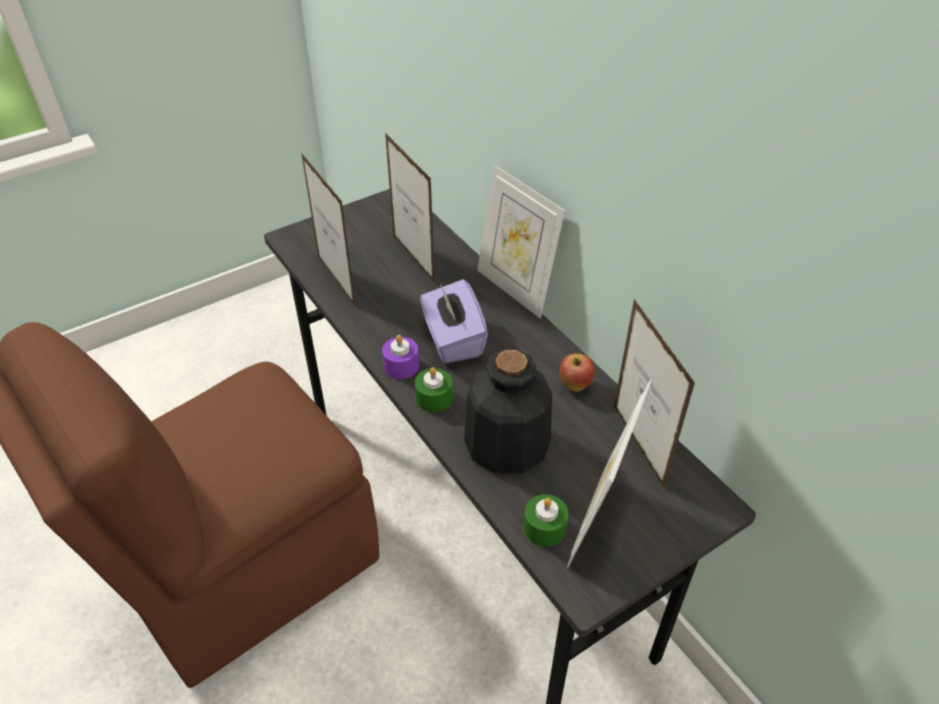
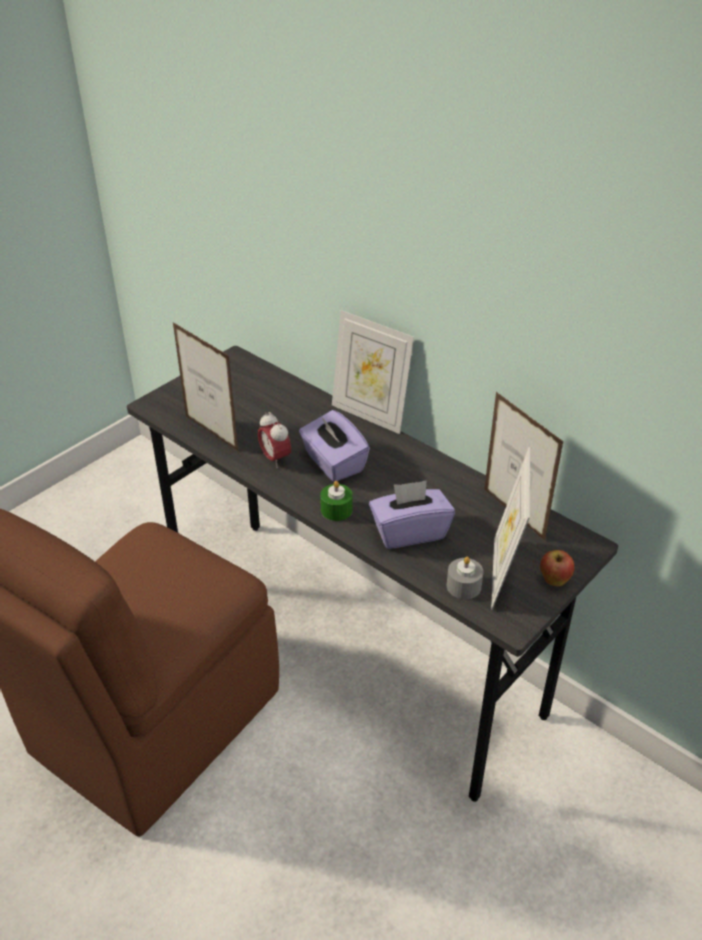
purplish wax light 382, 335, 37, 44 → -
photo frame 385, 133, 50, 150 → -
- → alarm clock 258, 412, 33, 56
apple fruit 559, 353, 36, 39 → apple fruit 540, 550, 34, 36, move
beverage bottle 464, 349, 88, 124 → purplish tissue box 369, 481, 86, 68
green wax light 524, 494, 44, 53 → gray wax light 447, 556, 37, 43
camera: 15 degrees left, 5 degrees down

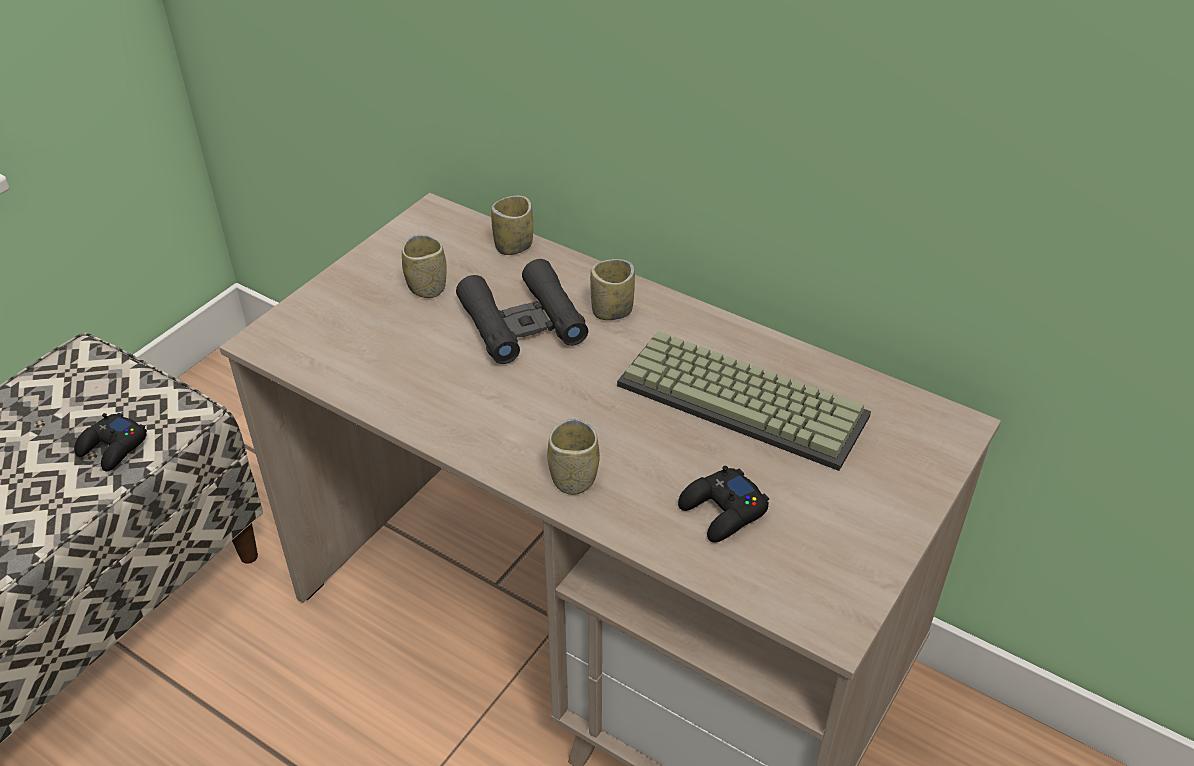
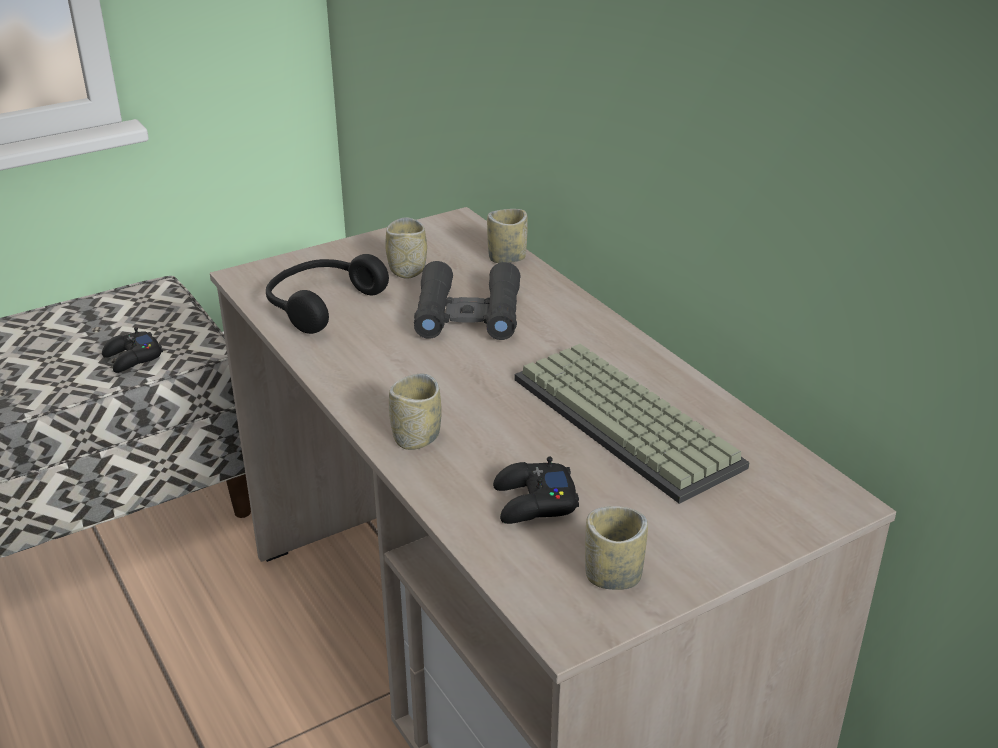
- → blackish headphones 266, 254, 123, 80
small cup 590, 259, 45, 61 → small cup 585, 506, 63, 84, move
camera: 25 degrees right, 10 degrees down

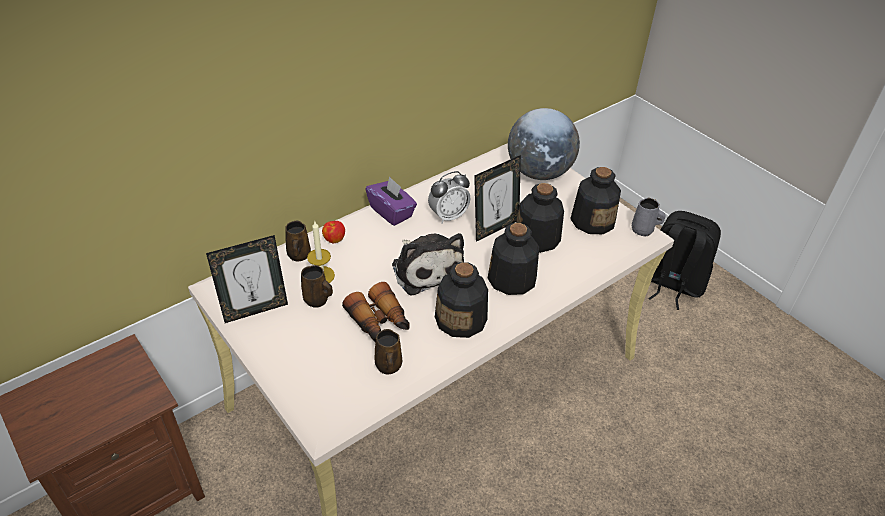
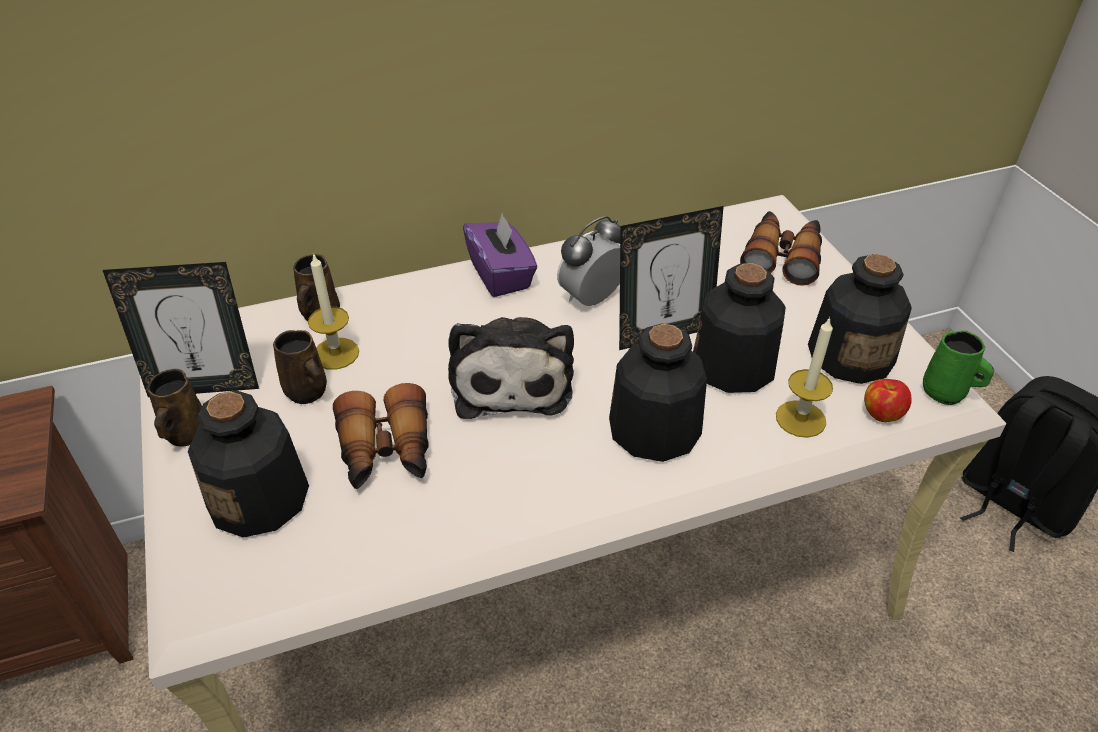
- → wax light 776, 317, 57, 121
apple fruit 322, 221, 23, 22 → apple fruit 864, 379, 48, 43, move
brown coffee mug 374, 329, 28, 45 → brown coffee mug 147, 369, 55, 78, move
beverage bottle 435, 262, 53, 76 → beverage bottle 188, 390, 121, 148, move
globe 508, 108, 72, 72 → pair of binoculars 740, 211, 82, 75
gray coffee mug 632, 198, 34, 38 → green coffee mug 923, 331, 71, 74
alarm clock 428, 171, 42, 52 → alarm clock 557, 216, 63, 90, 150 degrees clockwise
camera: 20 degrees right, 0 degrees up

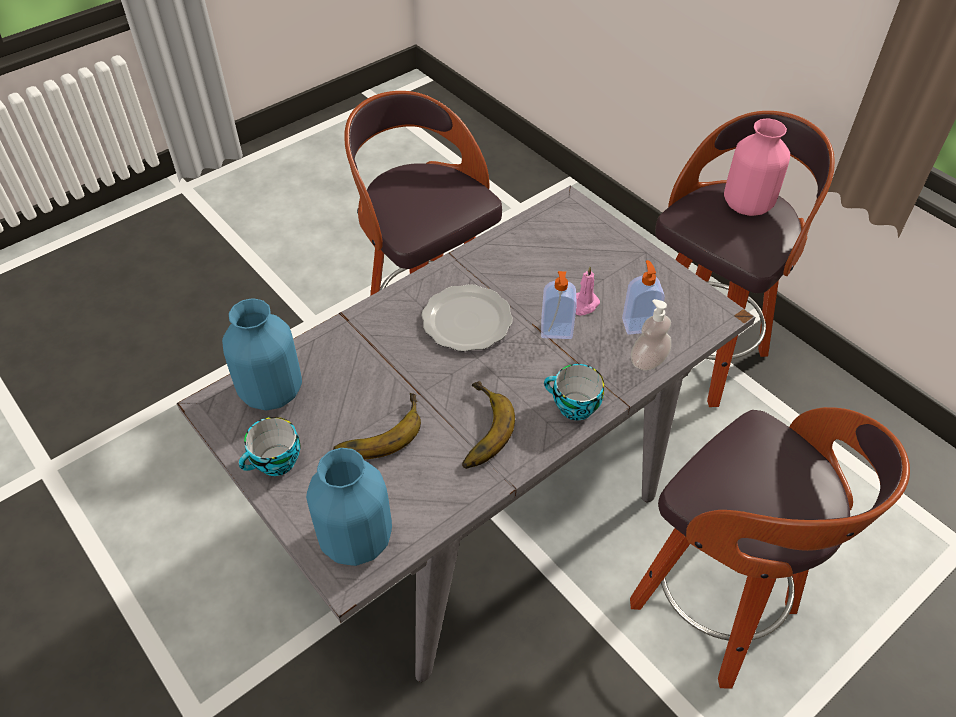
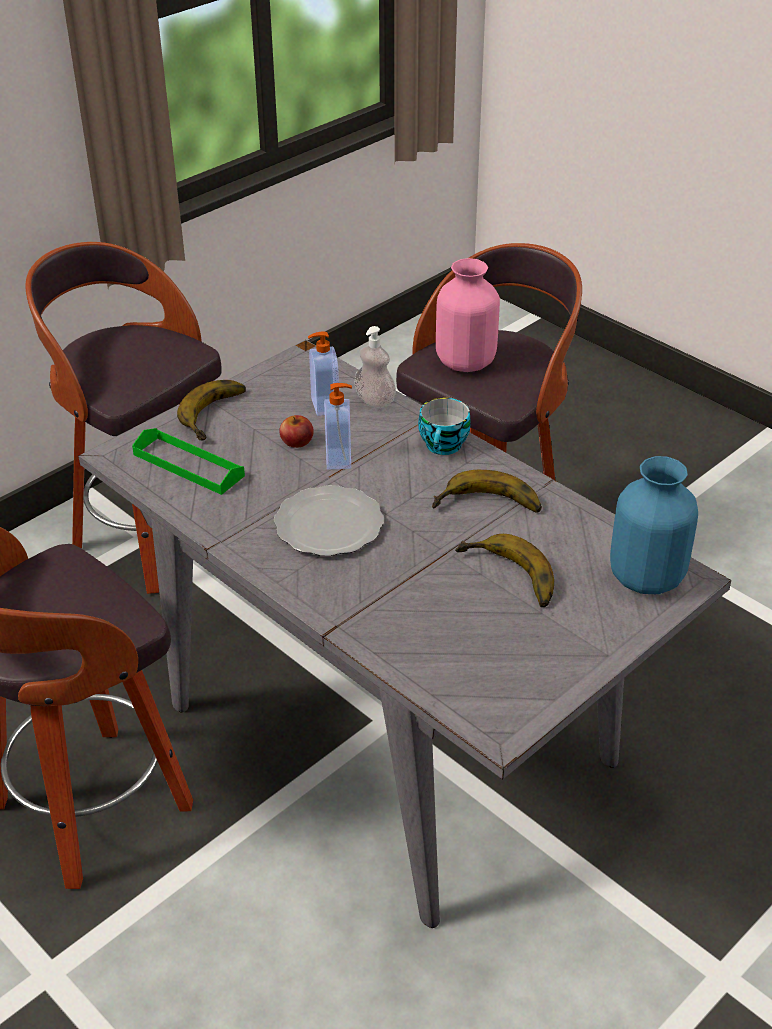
bluish flower vase 222, 298, 80, 112 → -
small cup 239, 417, 61, 59 → -
- → green tray 132, 428, 113, 67
- → banana 177, 380, 69, 60
pink-coloured flower vase 724, 118, 66, 98 → pink-coloured flower vase 436, 258, 64, 114, move
pink-coloured wax light 576, 266, 24, 50 → apple fruit 279, 415, 35, 33
camera: 95 degrees left, 10 degrees down

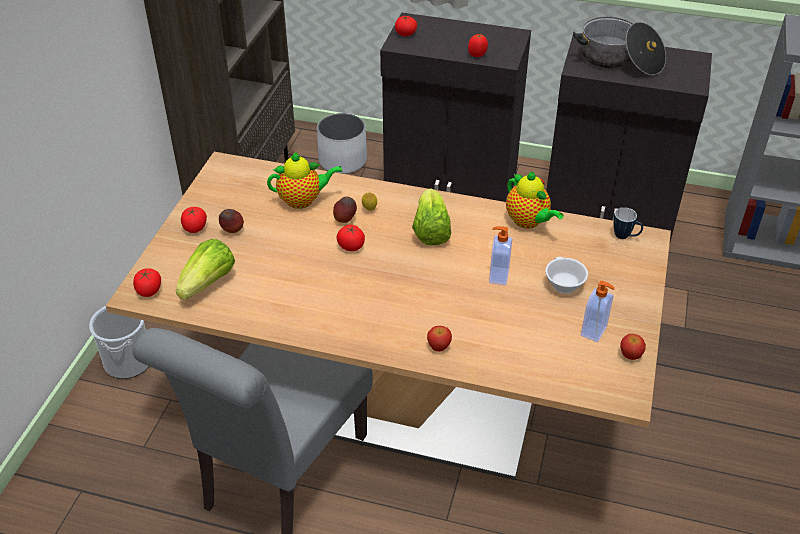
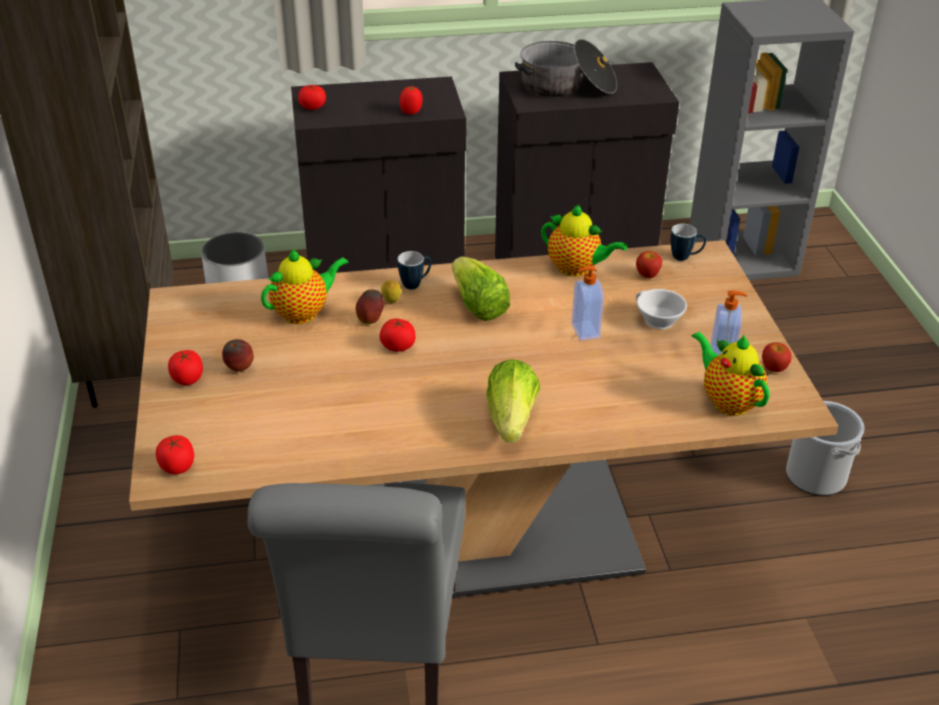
- → coffee mug 398, 251, 33, 39
- → pot for tea 692, 332, 78, 84
pail 89, 306, 60, 73 → pail 786, 401, 79, 95, move
lettuce 176, 239, 59, 61 → lettuce 486, 359, 54, 84, move
apple fruit 427, 326, 25, 26 → apple fruit 636, 251, 26, 27, move
camera: 25 degrees left, 5 degrees down

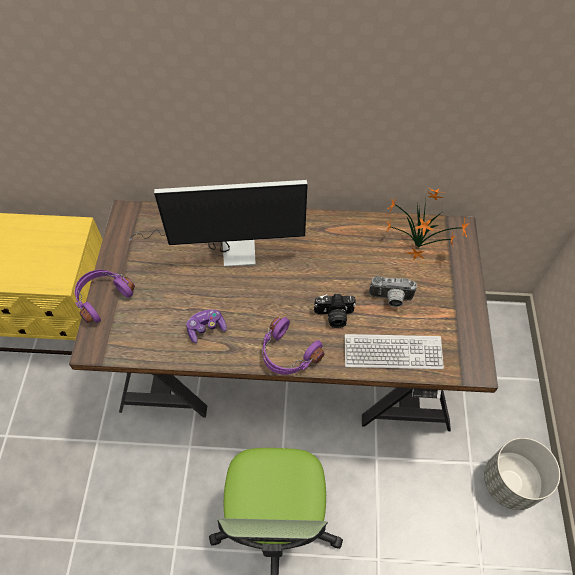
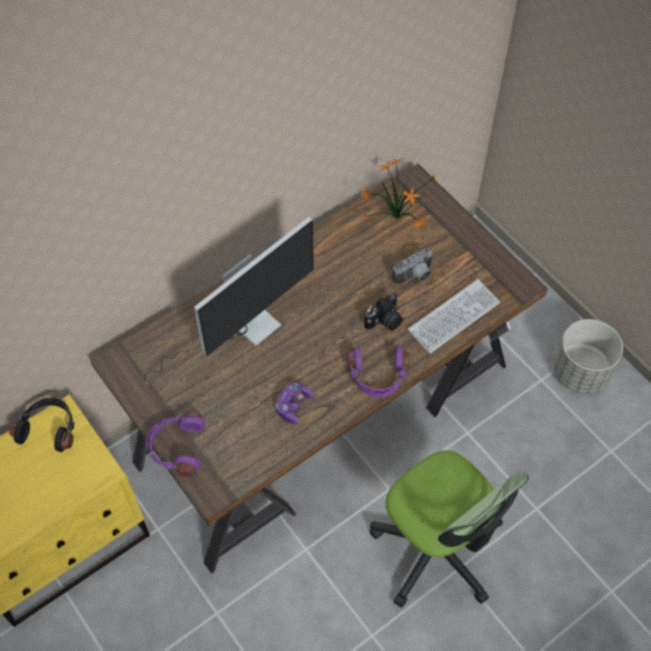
- → blackish headphones 9, 397, 66, 55
camera: 40 degrees left, 0 degrees up

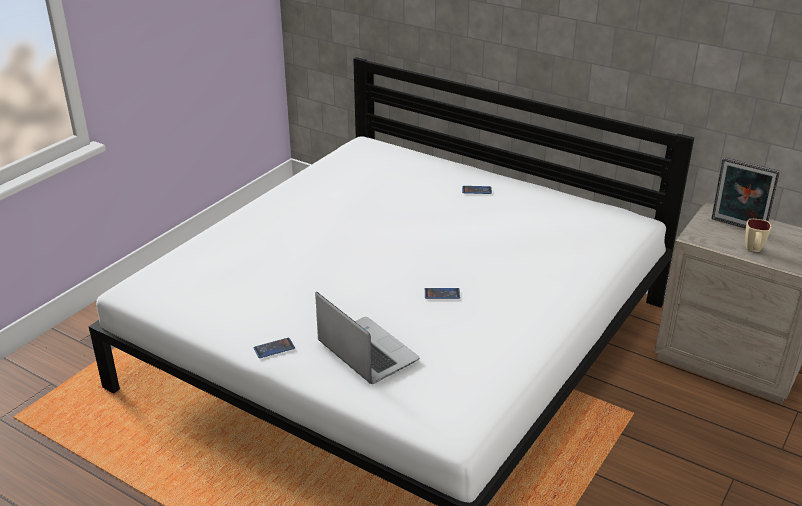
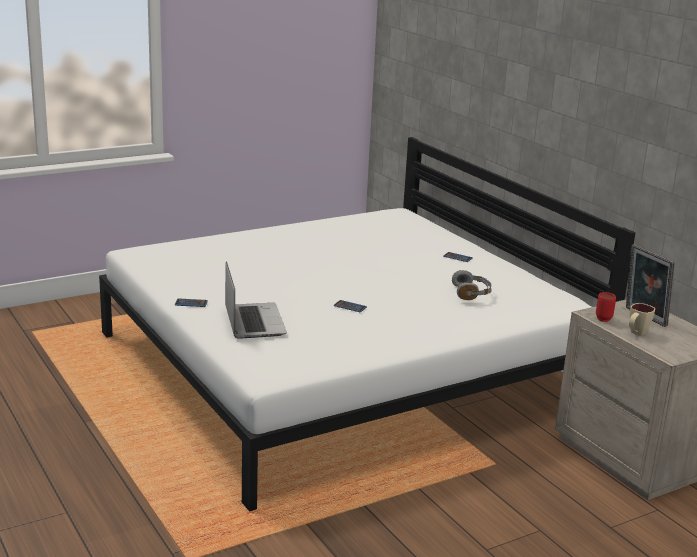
- → gray headphones 452, 270, 40, 30
- → red-coloured coffee mug 596, 292, 20, 30
camera: 25 degrees right, 10 degrees down

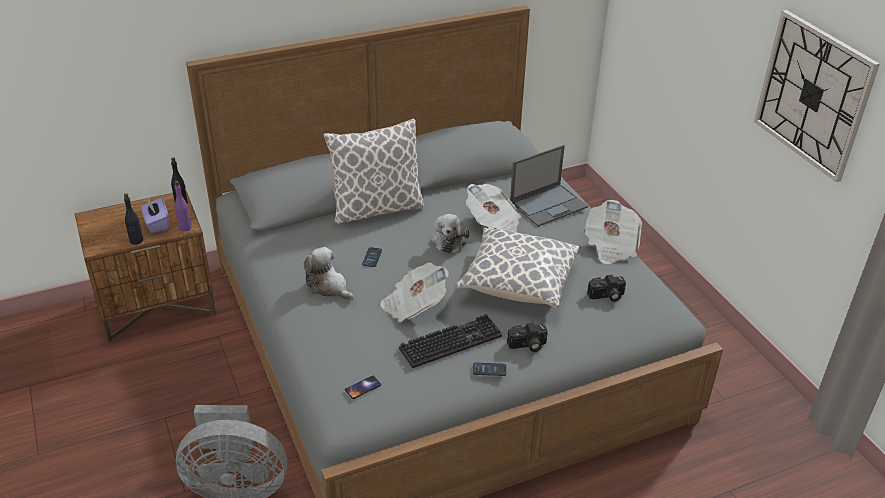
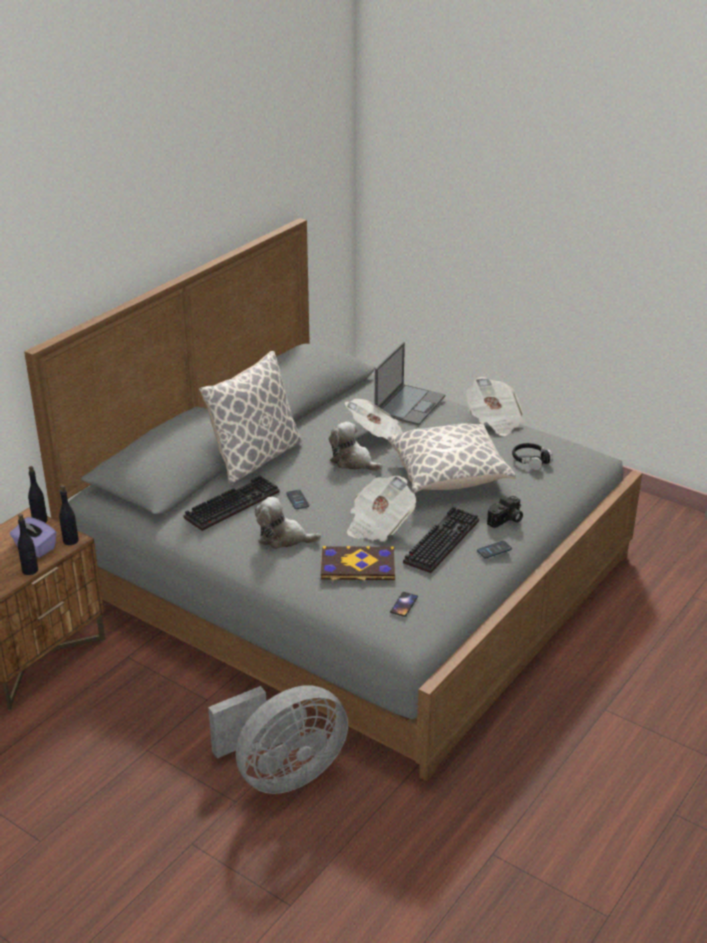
clock on the wall 754, 10, 126, 172 → -
- → keyboard 183, 475, 97, 56
- → volume 321, 546, 74, 35
still camera 587, 275, 39, 27 → blackish headphones 512, 443, 41, 27
purplish beverage bottle 174, 181, 18, 51 → blackish beverage bottle 59, 485, 20, 60
cuddly toy 432, 214, 38, 39 → cuddly toy 329, 421, 54, 50, 150 degrees clockwise
camera: 30 degrees left, 5 degrees down

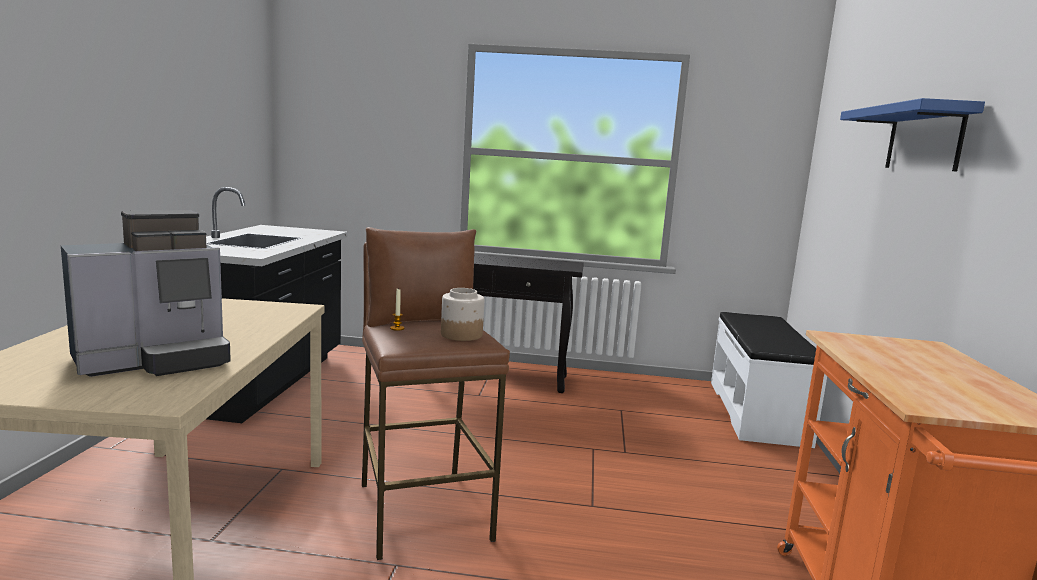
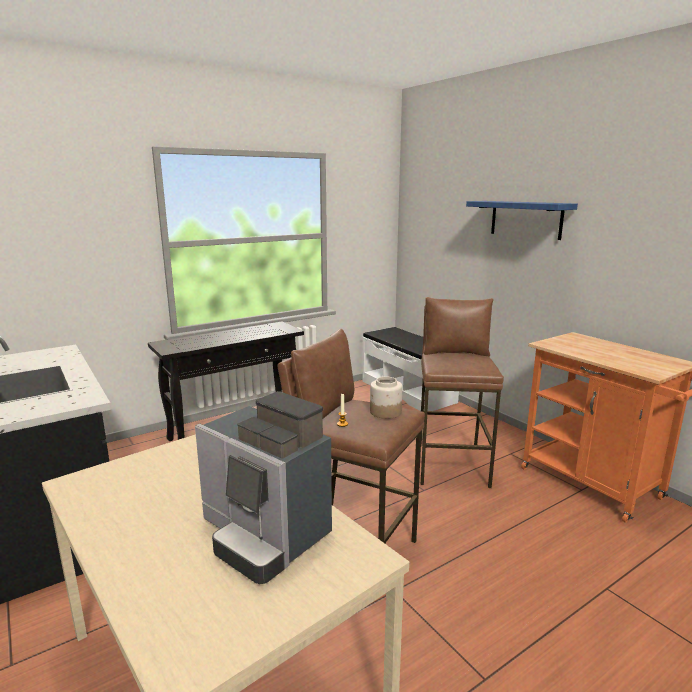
- → brown stool seat 421, 297, 83, 191
coffee maker 61, 210, 170, 167 → coffee maker 195, 391, 137, 193, 120 degrees clockwise
camera: 40 degrees left, 5 degrees up

